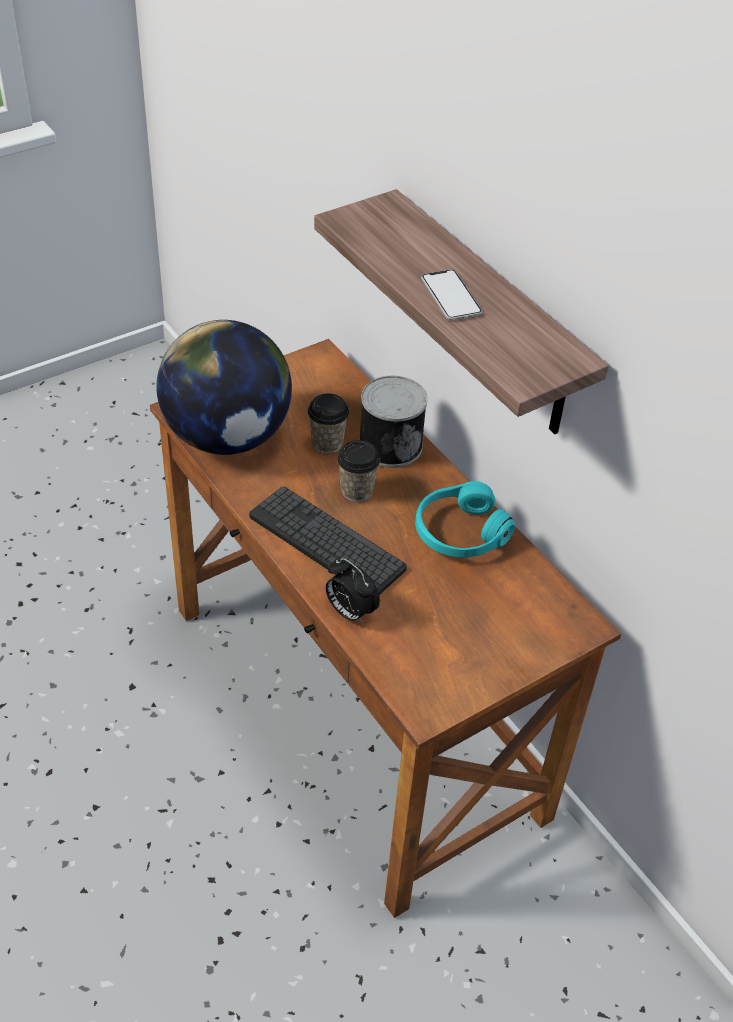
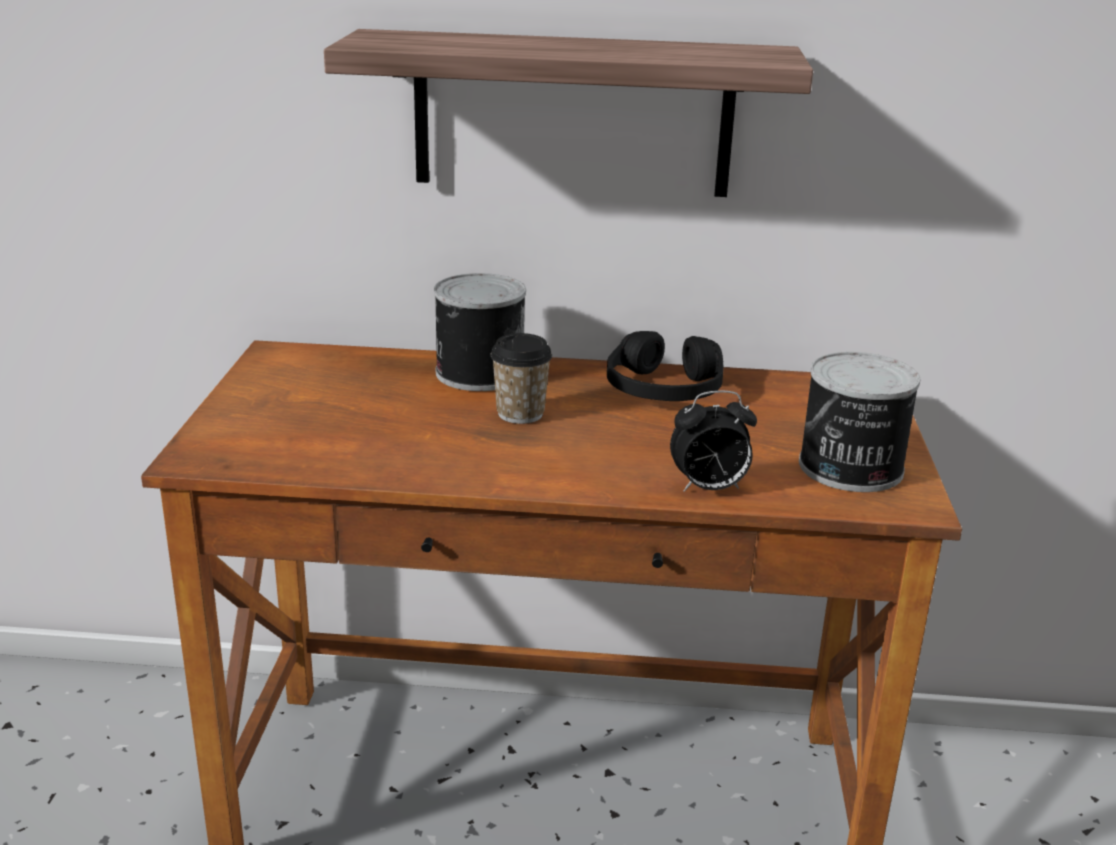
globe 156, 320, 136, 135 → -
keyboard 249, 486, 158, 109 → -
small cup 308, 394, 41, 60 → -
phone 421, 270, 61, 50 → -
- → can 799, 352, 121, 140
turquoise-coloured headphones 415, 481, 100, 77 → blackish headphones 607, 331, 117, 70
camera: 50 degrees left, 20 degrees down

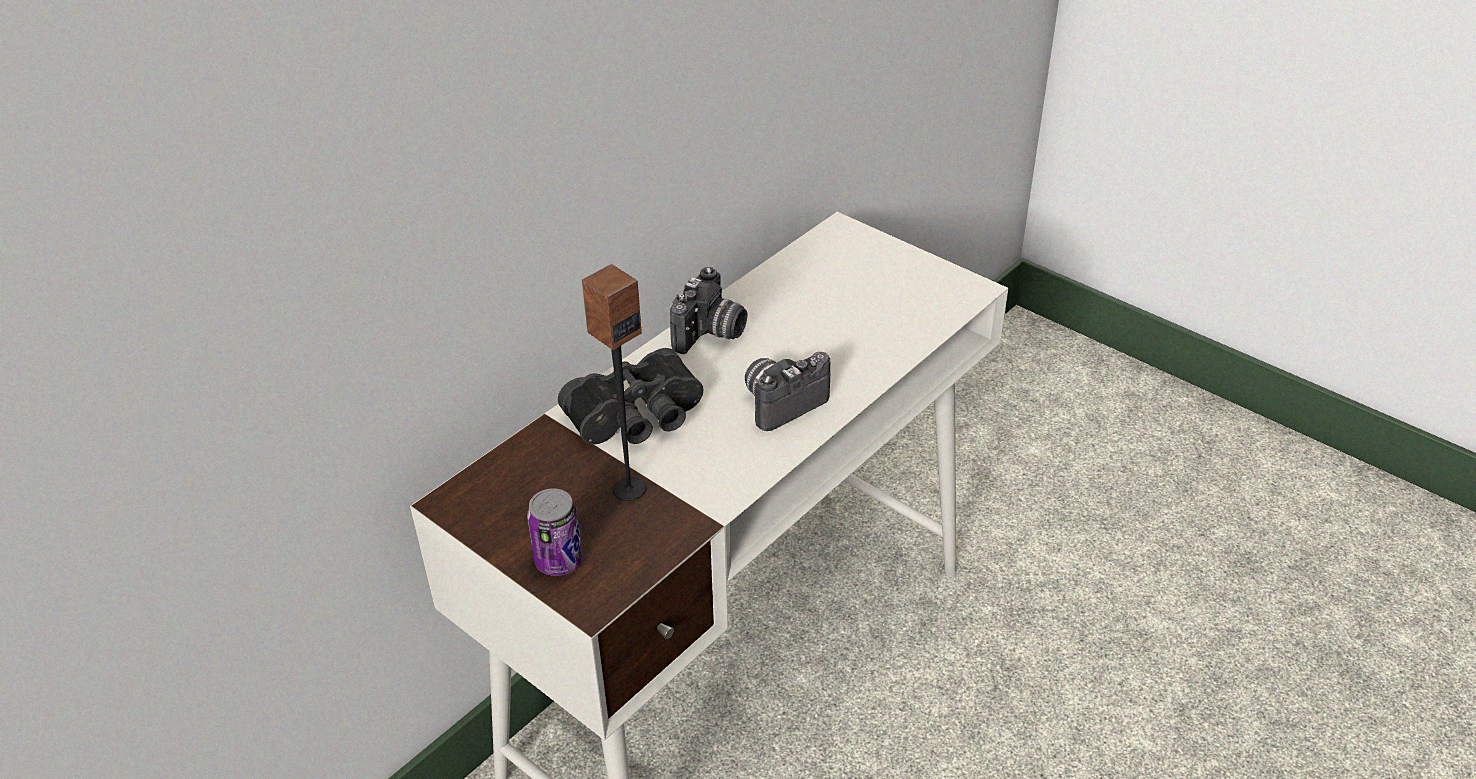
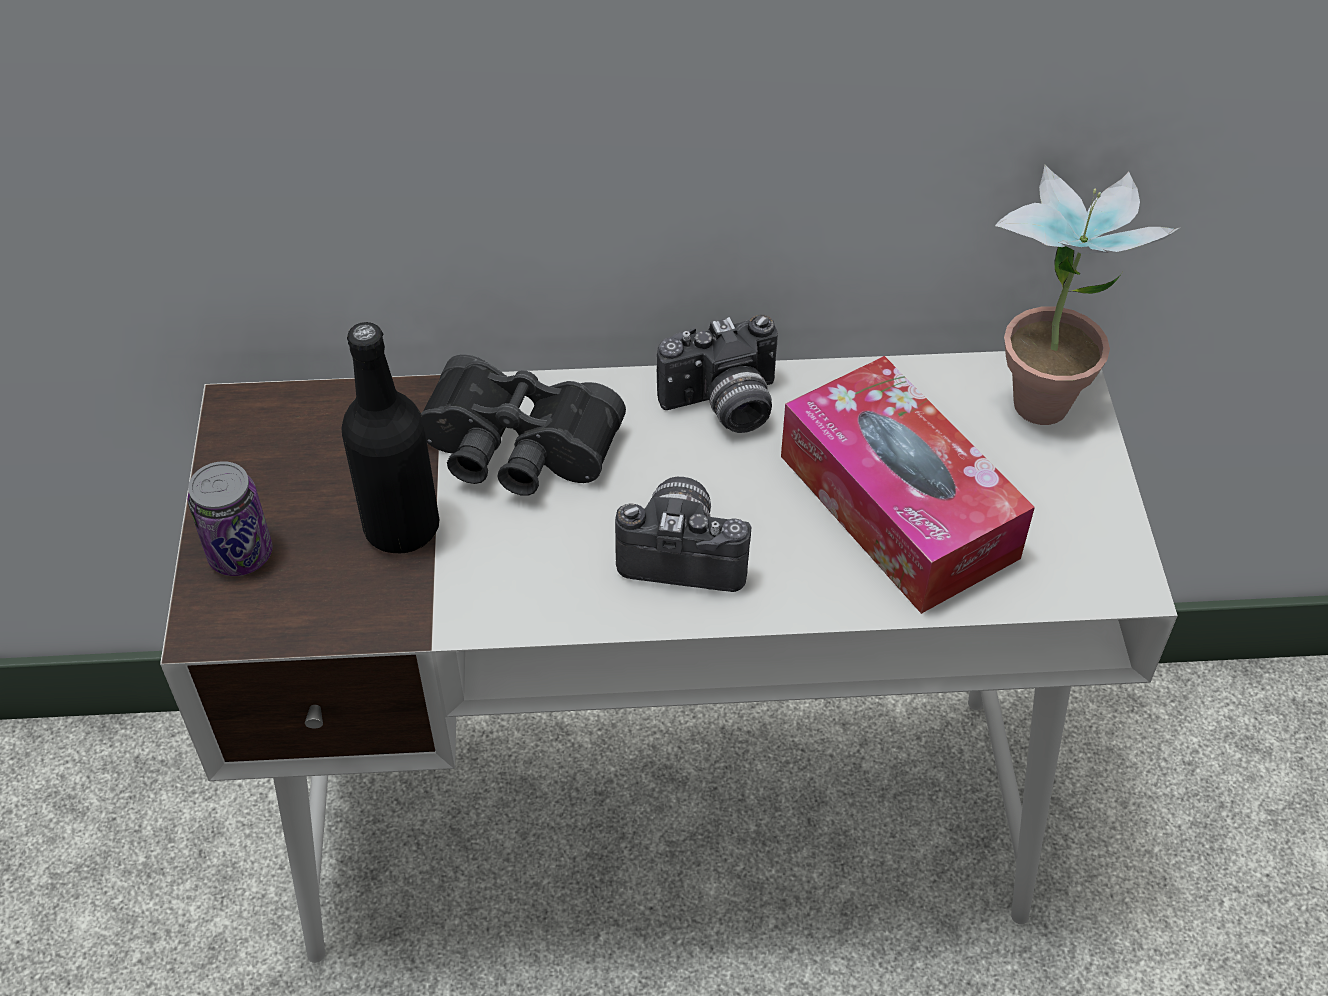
- → tissue box 781, 356, 254, 258
- → plant in a pot 995, 165, 186, 260
speaker 582, 264, 64, 237 → blackish beverage bottle 341, 322, 98, 231
camera: 45 degrees right, 10 degrees up

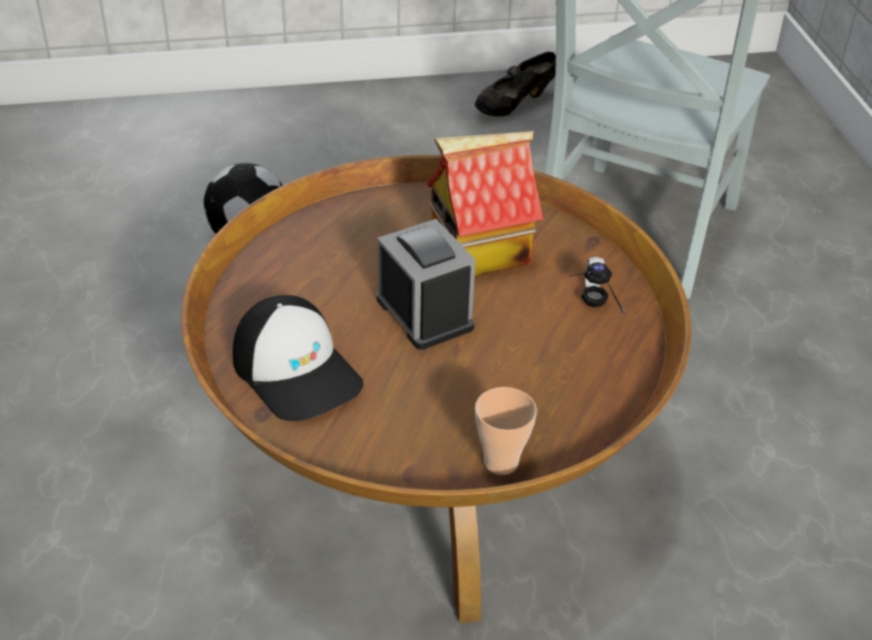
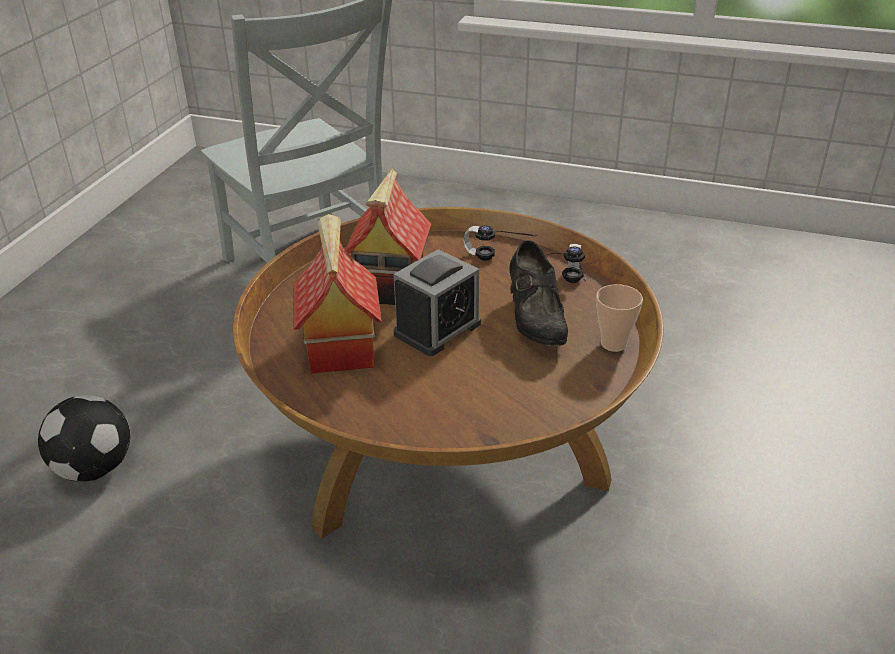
baseball cap 233, 295, 130, 126 → -
- → model house 294, 214, 88, 159
- → headphones 547, 244, 39, 39
blackish item of footwear 475, 52, 81, 64 → blackish item of footwear 509, 240, 59, 106, move
alarm clock 376, 219, 100, 131 → alarm clock 393, 249, 88, 107, 135 degrees clockwise
camera: 60 degrees left, 5 degrees down

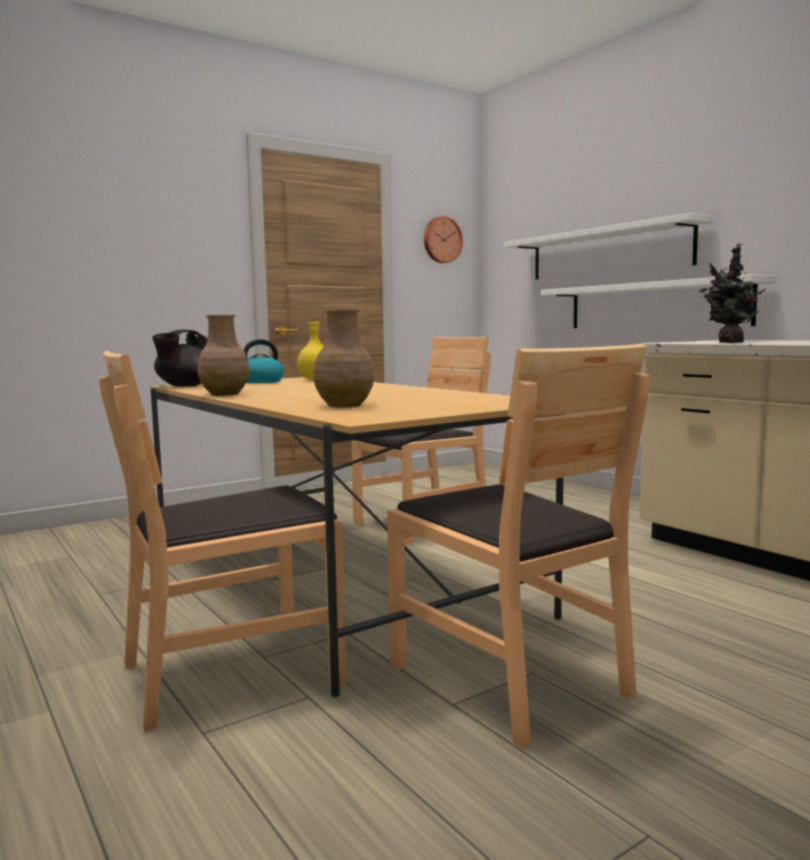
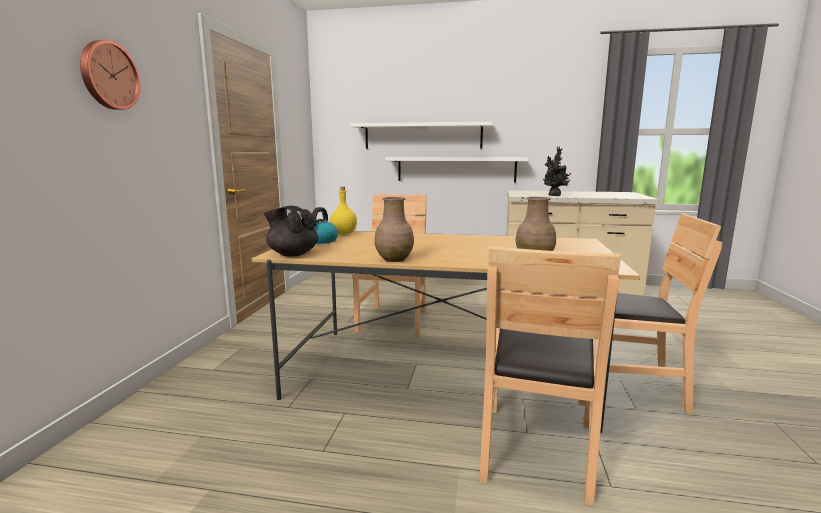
clock on the wall 424, 216, 39, 47 → clock on the wall 80, 40, 61, 70, move
blackish pot for tea 152, 330, 56, 57 → blackish pot for tea 264, 206, 54, 51, 135 degrees clockwise
camera: 45 degrees left, 5 degrees up

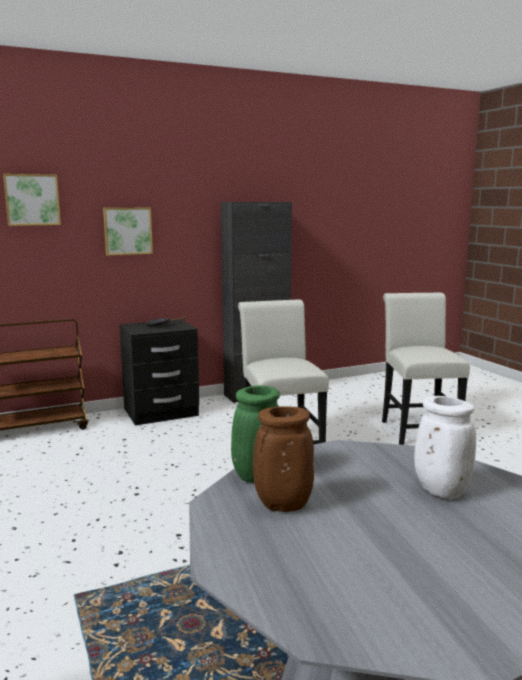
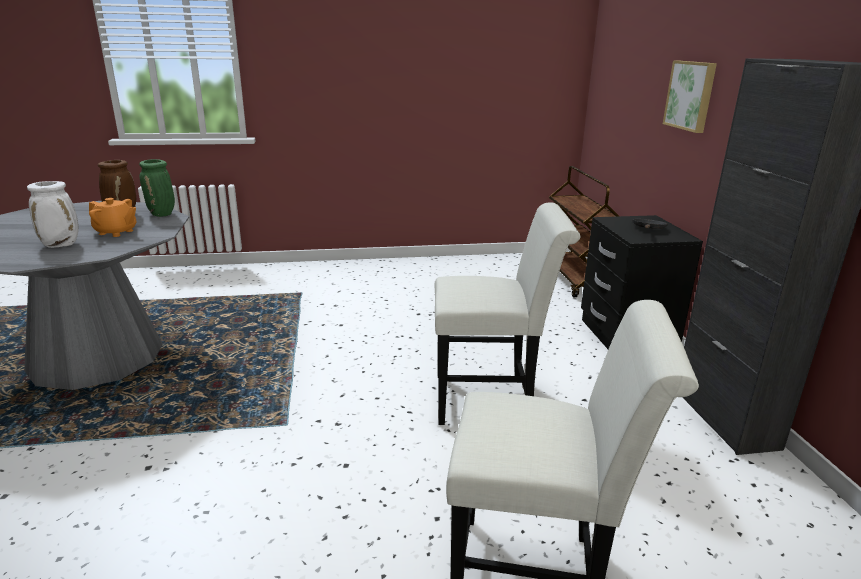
wall picture 3, 174, 58, 52 → -
- → orange-coloured pot for tea 89, 198, 48, 39
camera: 105 degrees right, 10 degrees up

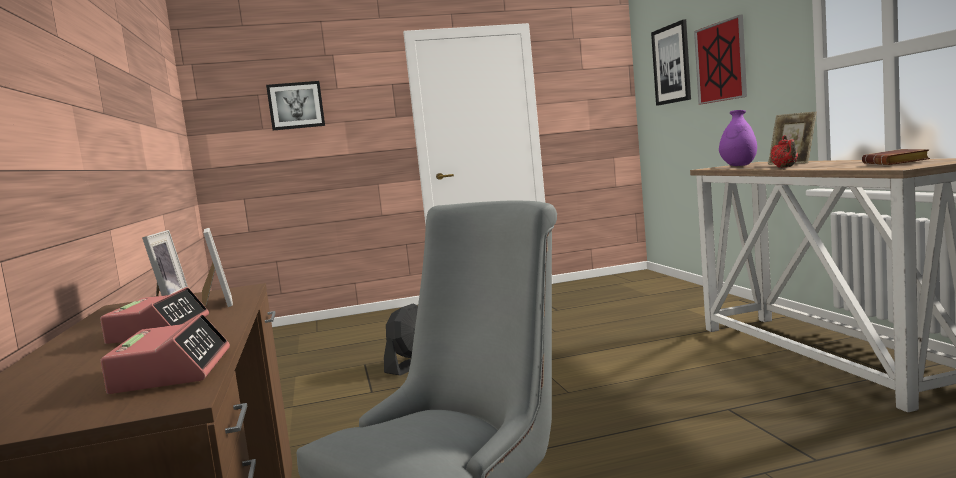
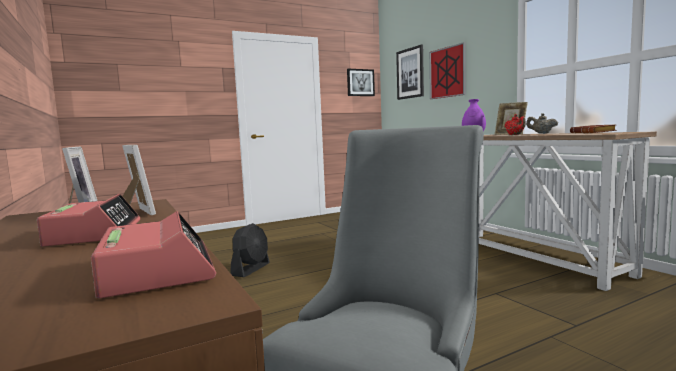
- → sand-coloured pot for tea 526, 113, 32, 21
wall picture 266, 81, 59, 49 → wall picture 347, 69, 28, 27, move
camera: 15 degrees left, 0 degrees up

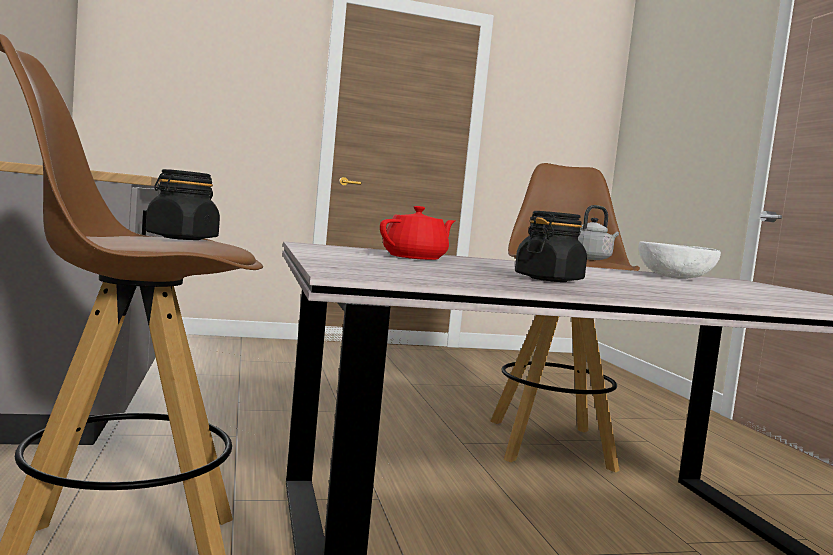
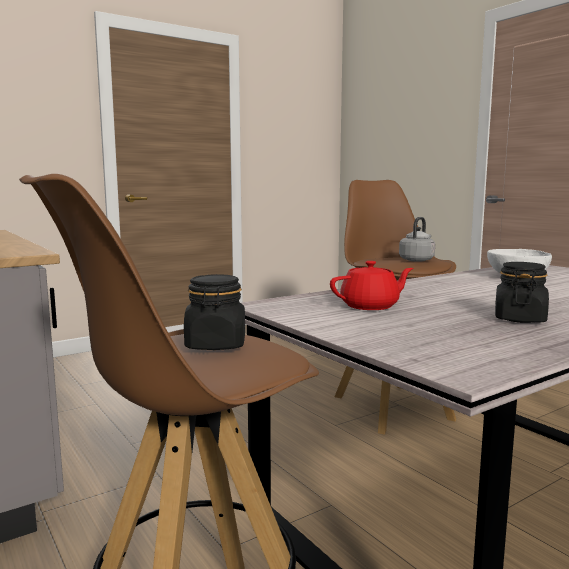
red-coloured pot for tea 380, 206, 75, 54 → red-coloured pot for tea 330, 261, 83, 49, 45 degrees clockwise
camera: 20 degrees left, 5 degrees up

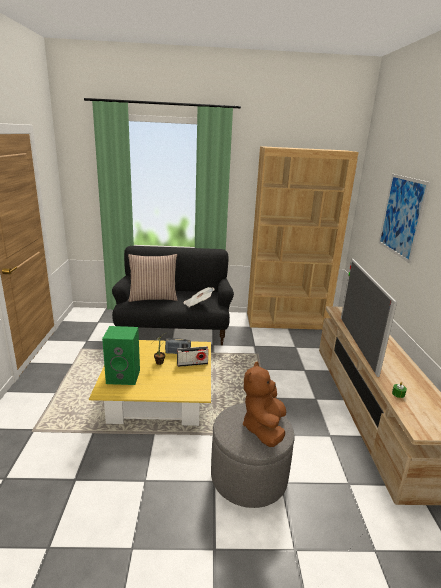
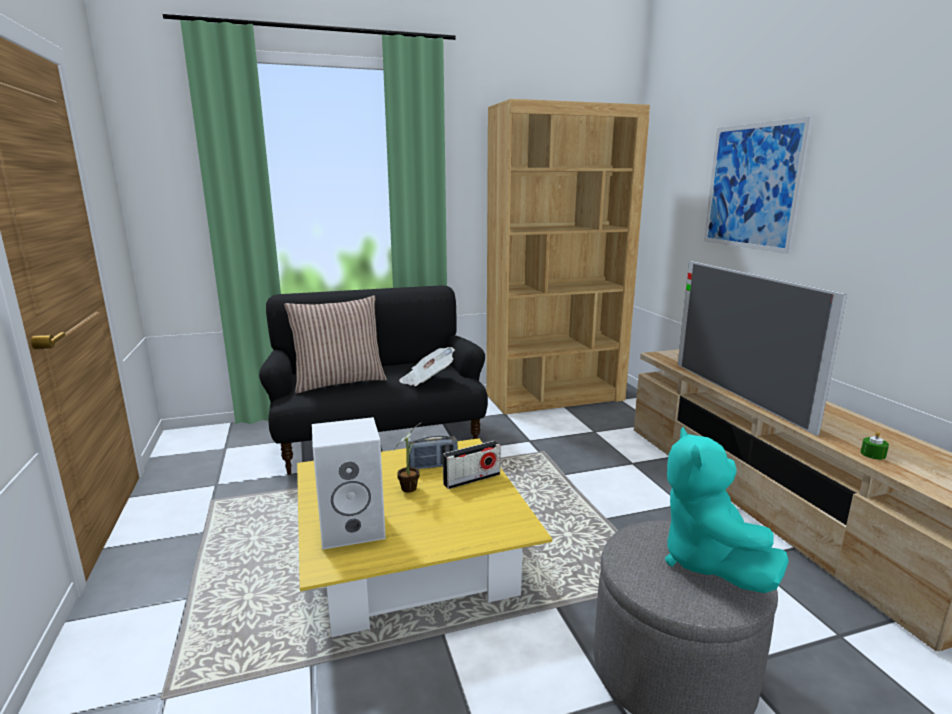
green speaker 102, 326, 38, 59 → whitish speaker 312, 417, 74, 133
brown cuddly toy 243, 361, 43, 86 → turquoise-coloured cuddly toy 665, 427, 124, 166
camera: 15 degrees left, 5 degrees down

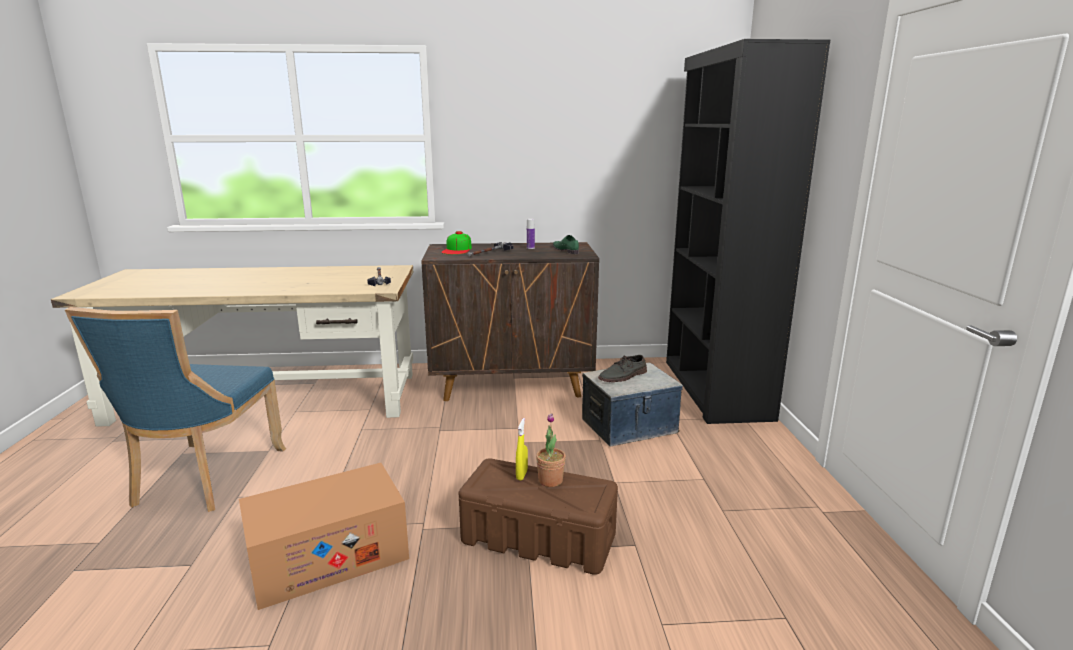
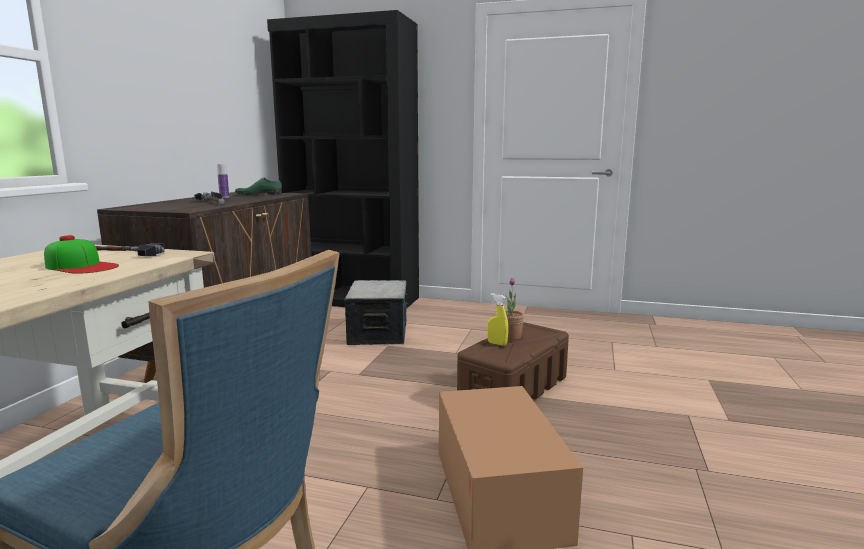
gray item of footwear 598, 355, 49, 27 → -
baseball cap 441, 231, 31, 24 → baseball cap 44, 235, 75, 39, move
camera: 70 degrees left, 5 degrees down

